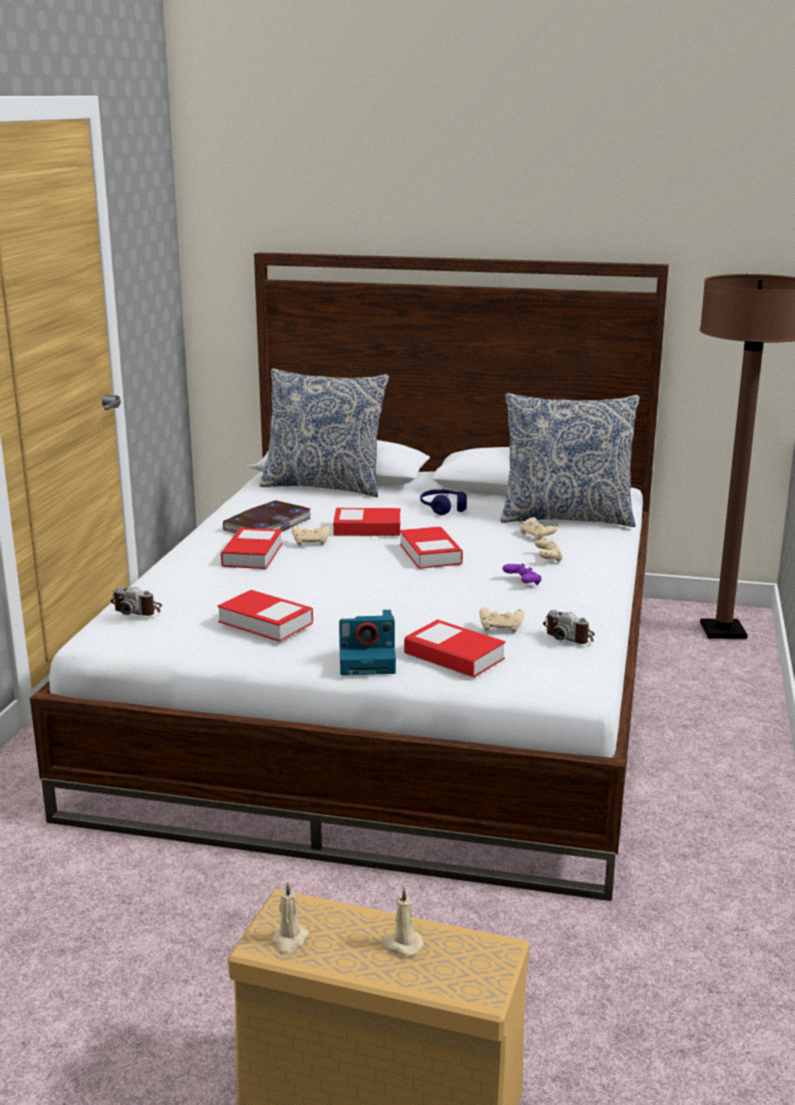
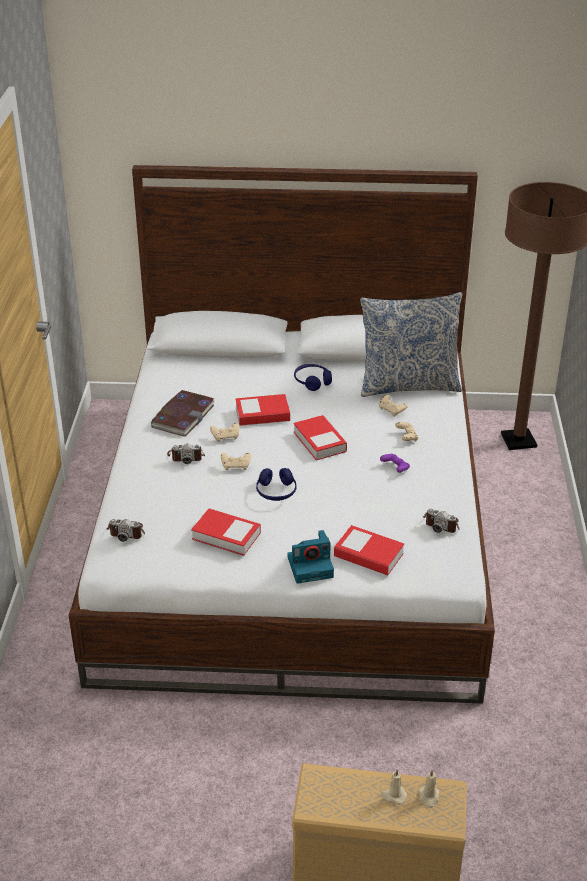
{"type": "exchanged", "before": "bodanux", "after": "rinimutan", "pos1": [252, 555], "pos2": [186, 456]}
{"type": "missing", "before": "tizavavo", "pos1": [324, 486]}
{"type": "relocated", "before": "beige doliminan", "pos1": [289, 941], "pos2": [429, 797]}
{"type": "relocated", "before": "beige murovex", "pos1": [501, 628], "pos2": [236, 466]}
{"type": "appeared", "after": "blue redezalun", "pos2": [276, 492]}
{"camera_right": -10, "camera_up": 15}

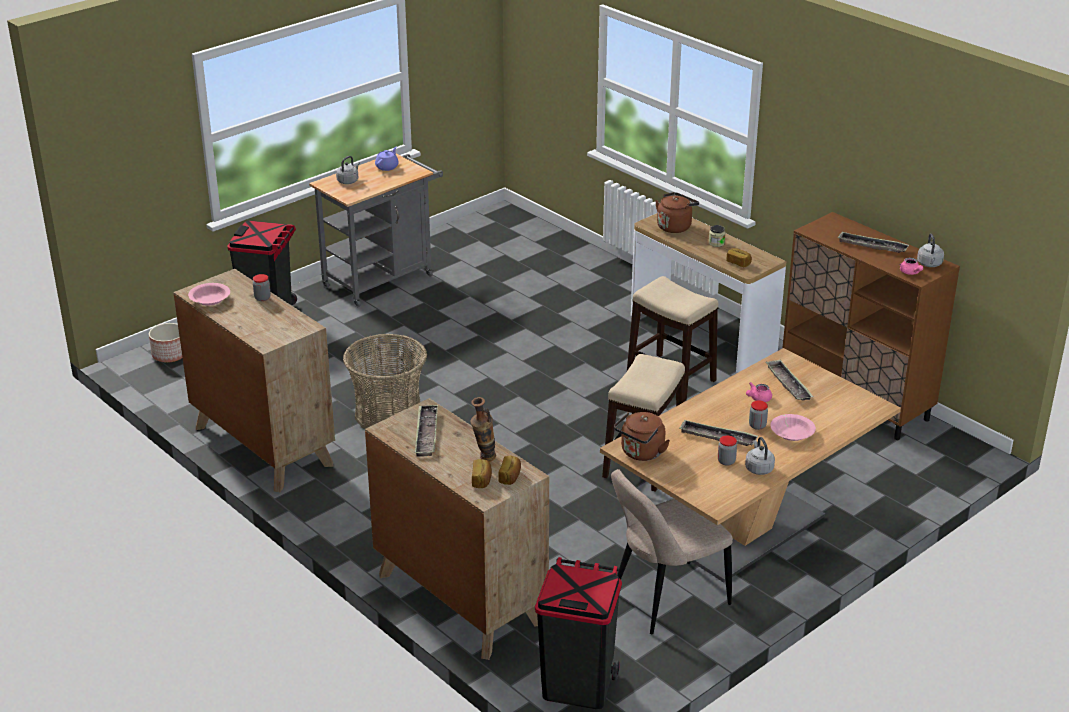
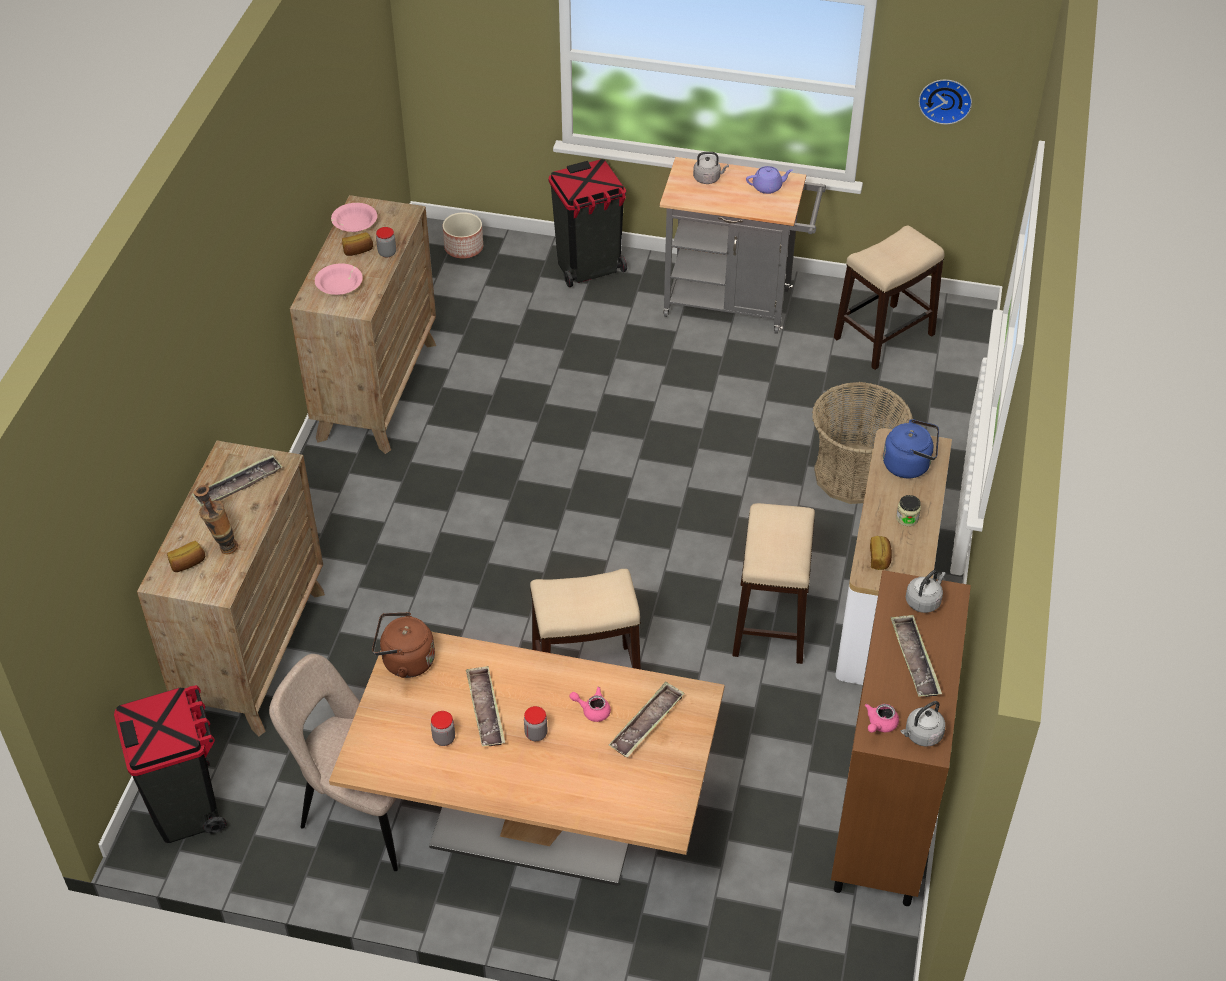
{"type": "relocated", "before": "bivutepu", "pos1": [388, 414], "pos2": [854, 474]}
{"type": "relocated", "before": "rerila", "pos1": [510, 477], "pos2": [358, 251]}
{"type": "colour", "before": "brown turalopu", "after": "blue turalopu", "pos1": [675, 226], "pos2": [909, 465]}
{"type": "relocated", "before": "grey turalopu", "pos1": [758, 468], "pos2": [924, 601]}
{"type": "relocated", "before": "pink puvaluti", "pos1": [792, 433], "pos2": [339, 285]}
{"type": "appeared", "after": "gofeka", "pos2": [884, 336]}
{"type": "appeared", "after": "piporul", "pos2": [945, 99]}
{"camera_right": 55, "camera_up": 15}

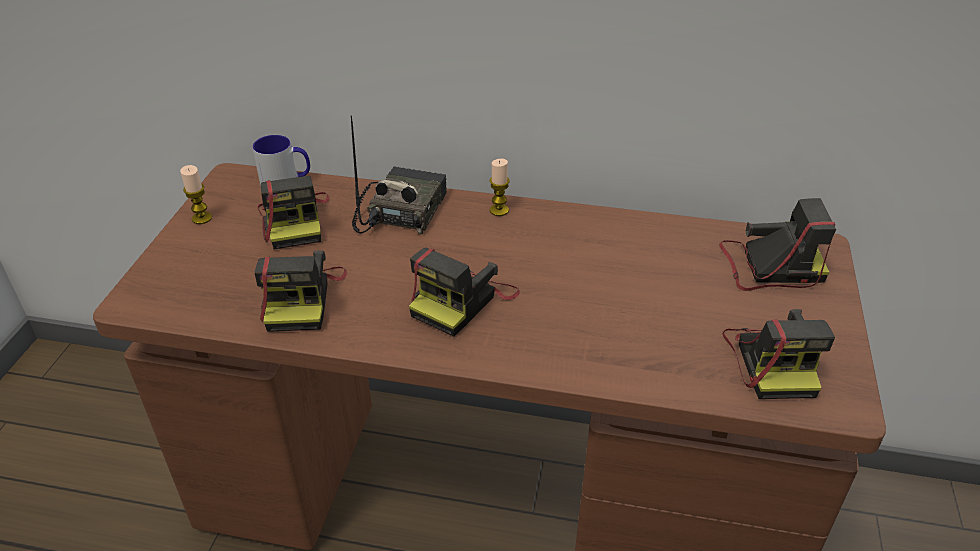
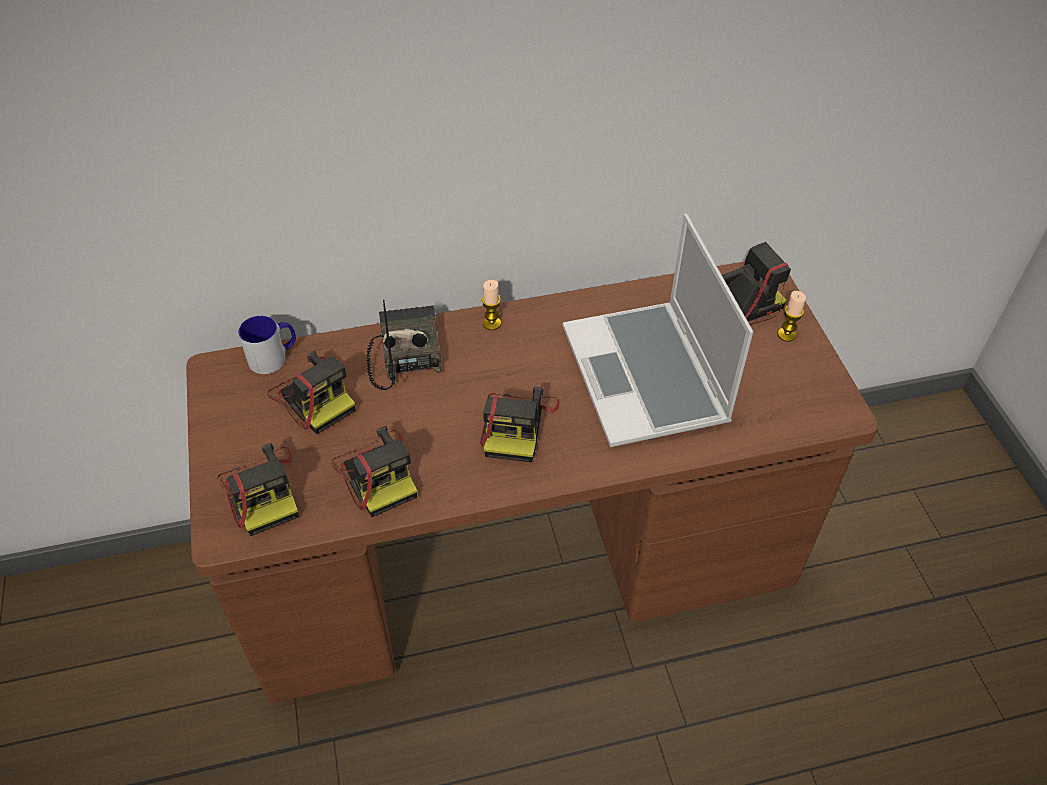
{"type": "relocated", "before": "doliminan", "pos1": [202, 218], "pos2": [786, 335]}
{"type": "relocated", "before": "rinimutan", "pos1": [773, 360], "pos2": [263, 491]}
{"type": "appeared", "after": "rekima", "pos2": [647, 377]}
{"camera_right": -25, "camera_up": 10}

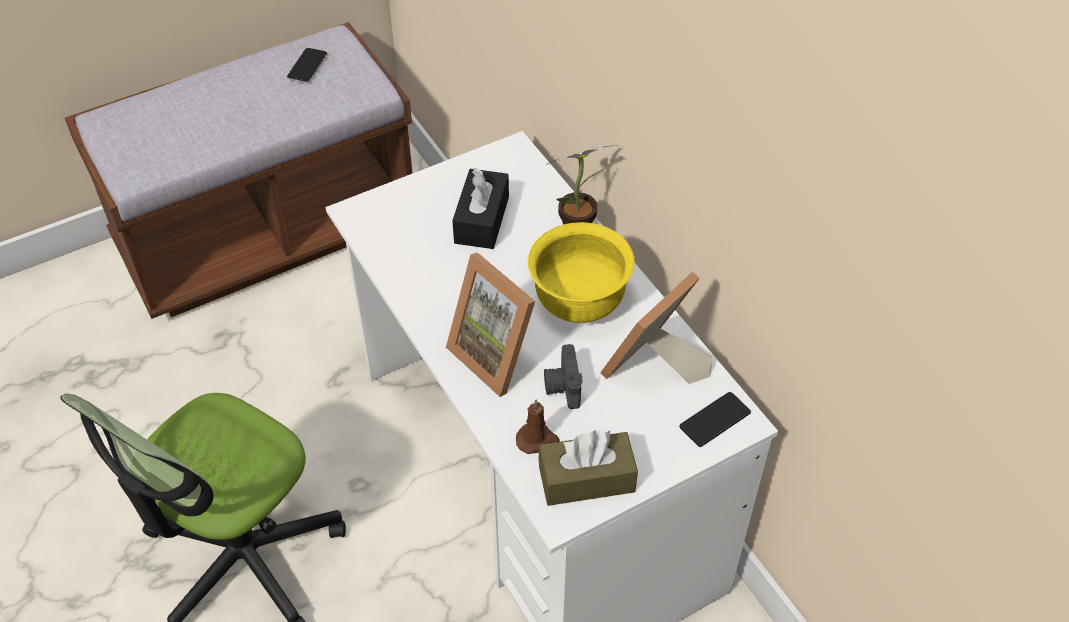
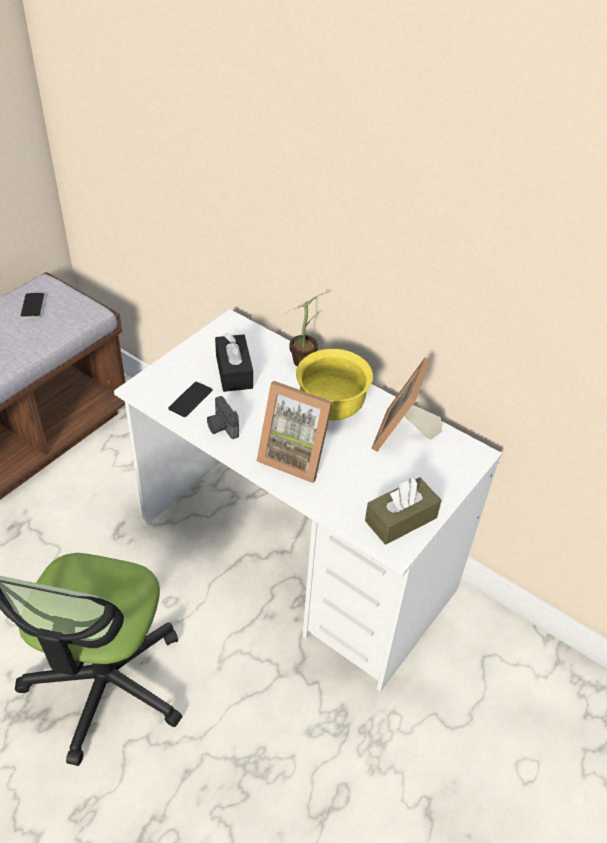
{"type": "missing", "before": "brown doliminan", "pos1": [537, 440]}
{"type": "relocated", "before": "rinimutan", "pos1": [562, 387], "pos2": [221, 427]}
{"type": "relocated", "before": "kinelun", "pos1": [715, 420], "pos2": [190, 400]}
{"camera_right": -25, "camera_up": -5}

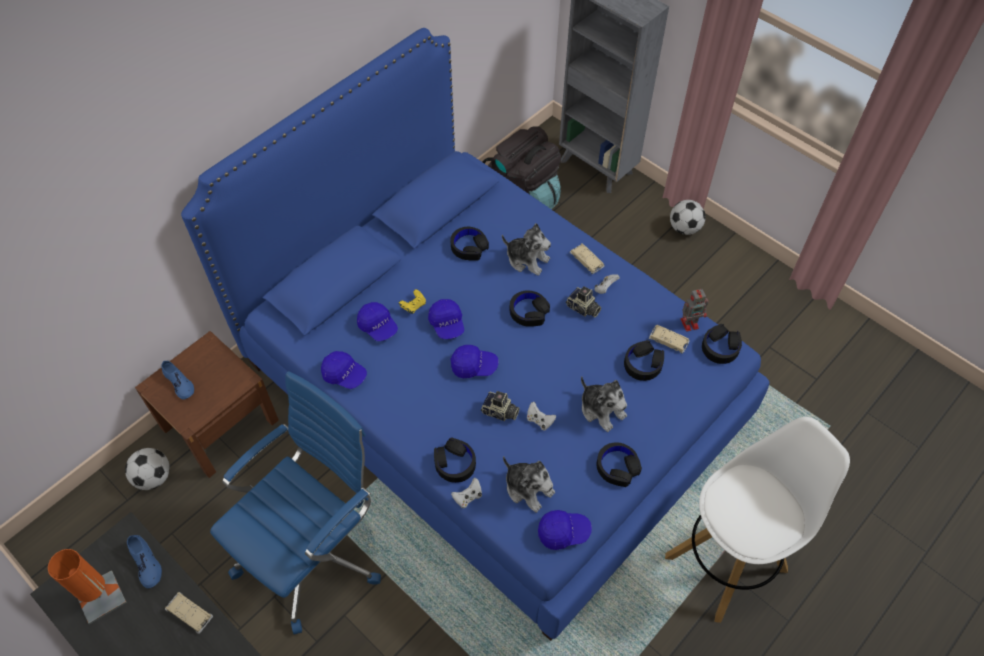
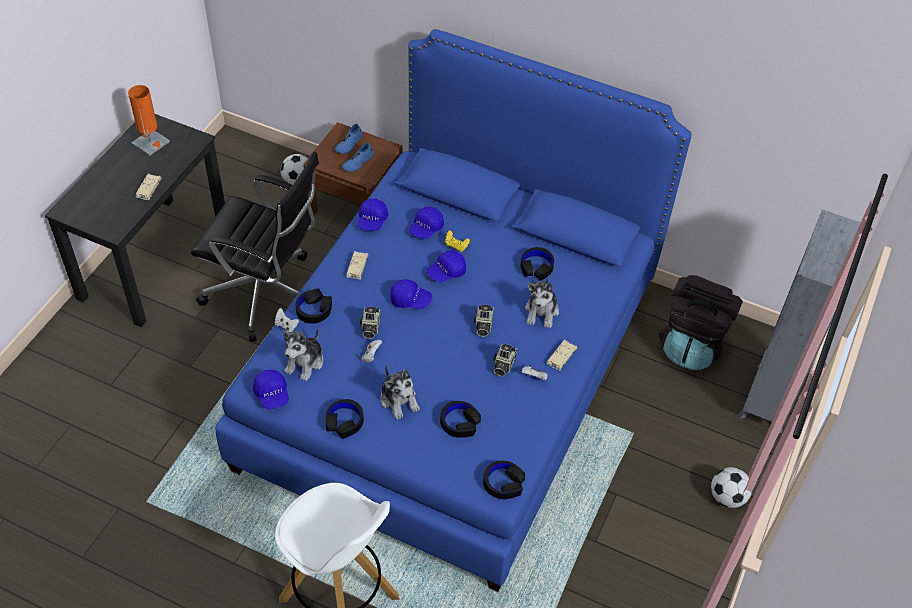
{"type": "relocated", "before": "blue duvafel", "pos1": [146, 563], "pos2": [357, 162]}
{"type": "colour", "before": "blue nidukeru", "after": "black nidukeru", "pos1": [314, 551], "pos2": [266, 294]}
{"type": "spun", "before": "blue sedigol", "pos1": [474, 366], "pos2": [410, 300], "turn": -60}
{"type": "exchanged", "before": "black redezalun", "after": "rinimutan", "pos1": [529, 312], "pos2": [483, 325]}
{"type": "spun", "before": "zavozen", "pos1": [602, 409], "pos2": [399, 400], "turn": -60}
{"type": "relocated", "before": "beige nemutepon", "pos1": [668, 340], "pos2": [357, 267]}
{"type": "missing", "before": "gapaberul", "pos1": [690, 323]}
{"camera_right": 70, "camera_up": -5}

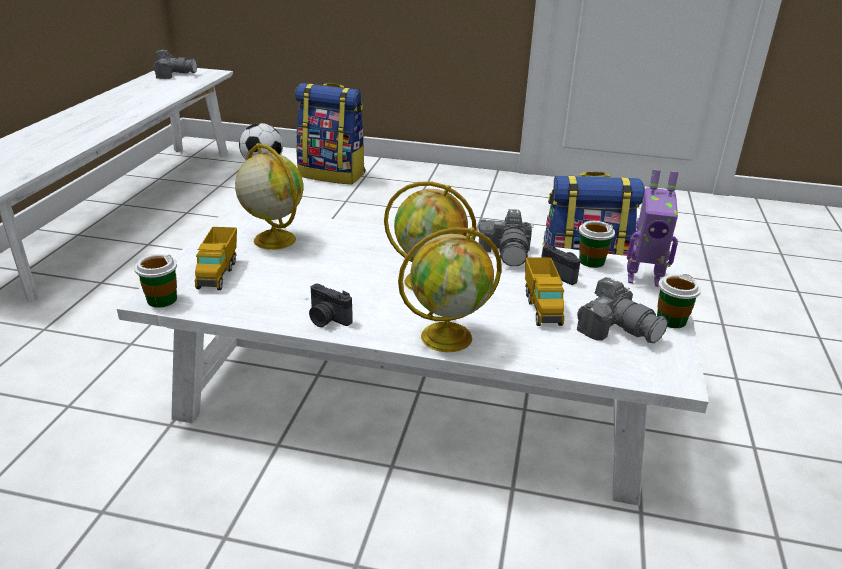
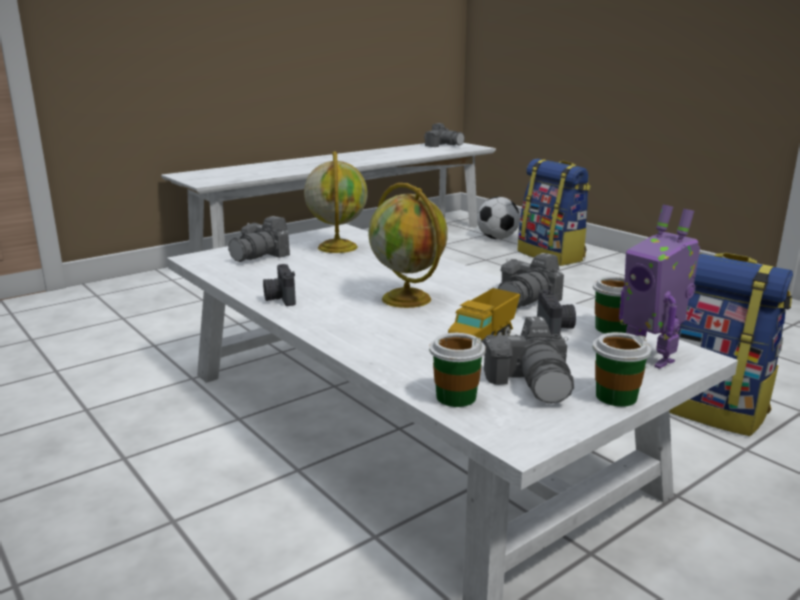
{"type": "relocated", "before": "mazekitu", "pos1": [161, 300], "pos2": [455, 397]}
{"type": "exchanged", "before": "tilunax", "after": "rinimutan", "pos1": [218, 273], "pos2": [261, 255]}
{"type": "missing", "before": "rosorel", "pos1": [448, 336]}
{"camera_right": 40, "camera_up": -10}

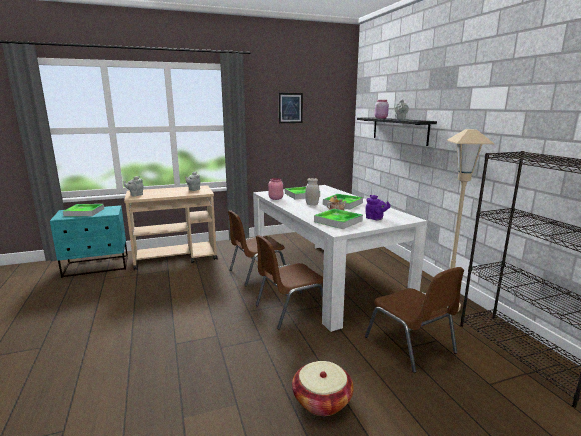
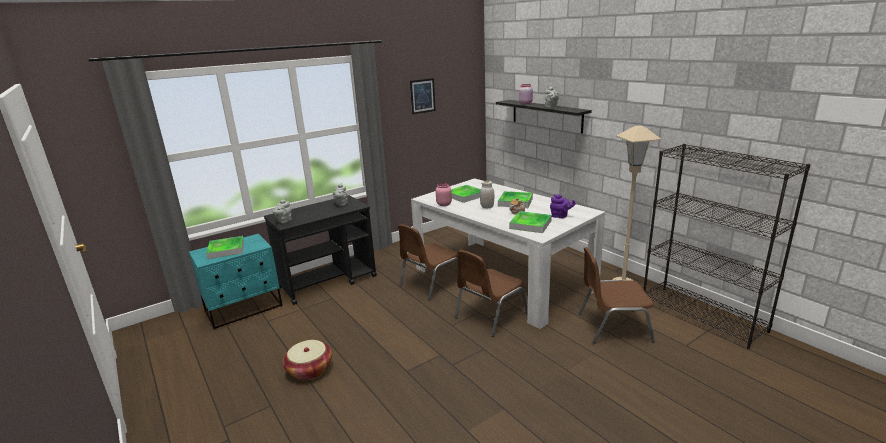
{"type": "colour", "before": "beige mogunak", "after": "black mogunak", "pos1": [176, 257], "pos2": [328, 281]}
{"type": "relocated", "before": "bivutepu", "pos1": [322, 400], "pos2": [309, 370]}
{"type": "spun", "before": "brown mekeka", "pos1": [411, 345], "pos2": [612, 327], "turn": 135}
{"camera_right": -15, "camera_up": 5}

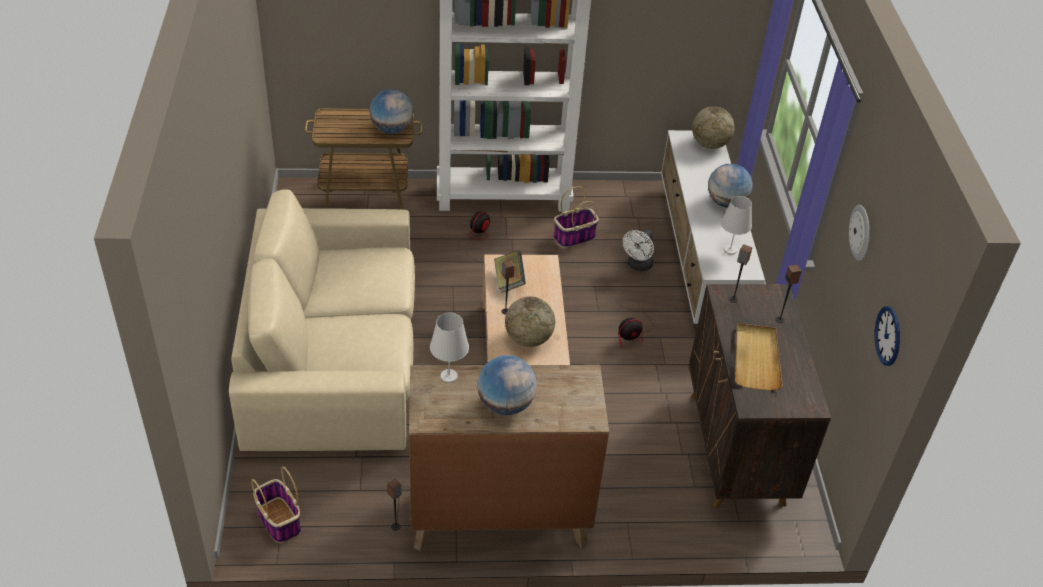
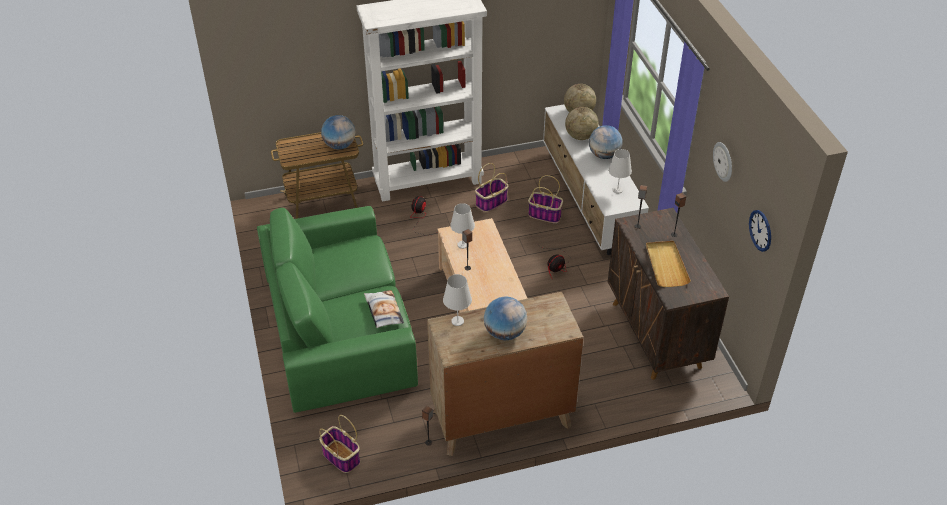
{"type": "colour", "before": "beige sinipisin", "after": "green sinipisin", "pos1": [334, 355], "pos2": [339, 328]}
{"type": "exchanged", "before": "bodanux", "after": "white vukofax", "pos1": [509, 281], "pos2": [462, 244]}
{"type": "relocated", "before": "rosorel", "pos1": [528, 339], "pos2": [580, 136]}
{"type": "exchanged", "before": "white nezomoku", "after": "bivutepu", "pos1": [638, 265], "pos2": [545, 215]}
{"type": "appeared", "after": "tizavavo", "pos2": [383, 311]}
{"camera_right": -10, "camera_up": 0}

